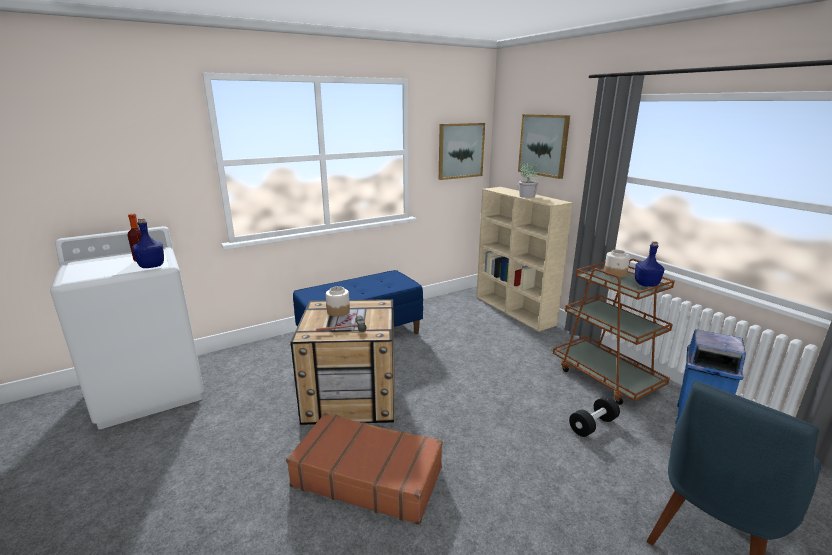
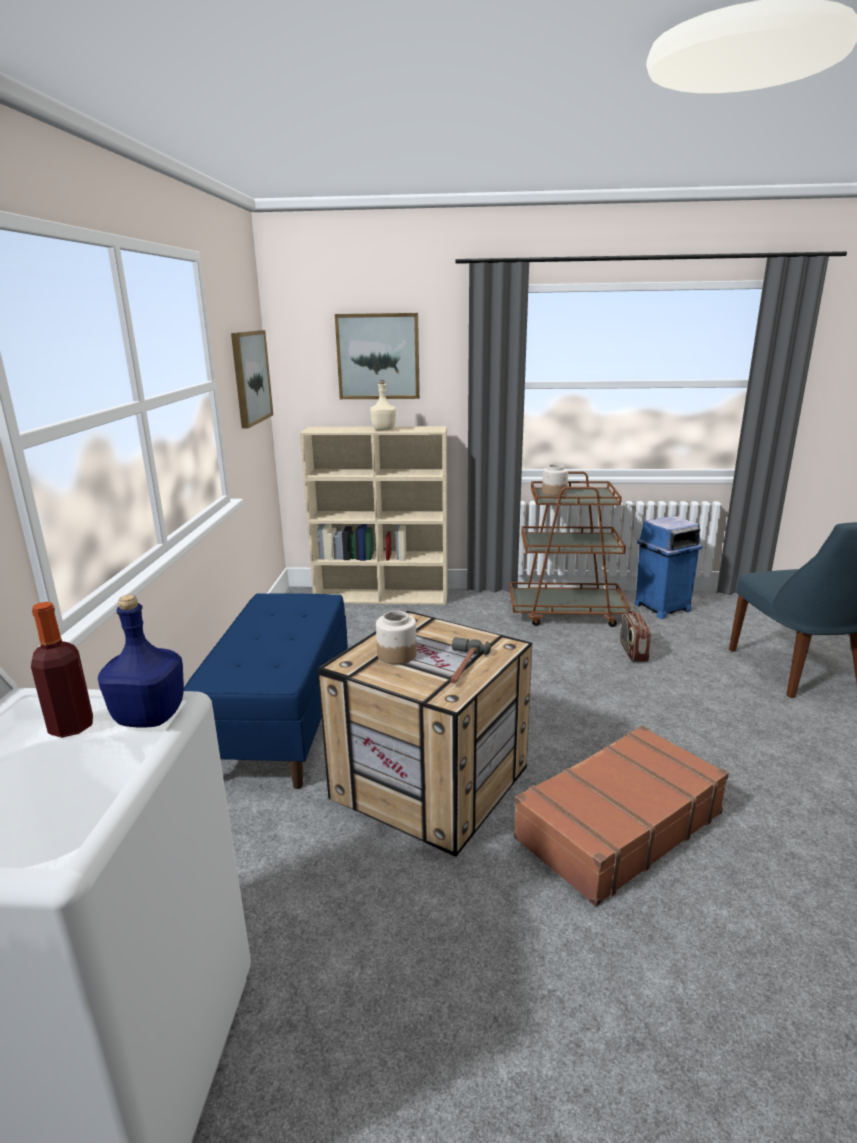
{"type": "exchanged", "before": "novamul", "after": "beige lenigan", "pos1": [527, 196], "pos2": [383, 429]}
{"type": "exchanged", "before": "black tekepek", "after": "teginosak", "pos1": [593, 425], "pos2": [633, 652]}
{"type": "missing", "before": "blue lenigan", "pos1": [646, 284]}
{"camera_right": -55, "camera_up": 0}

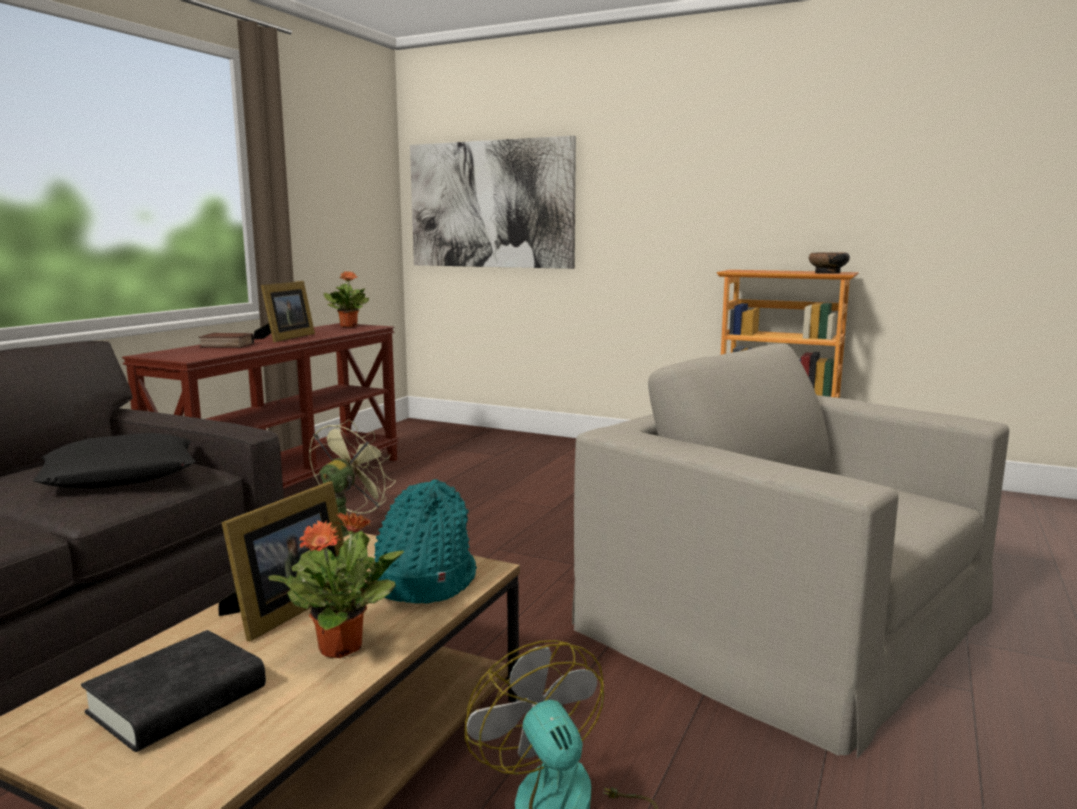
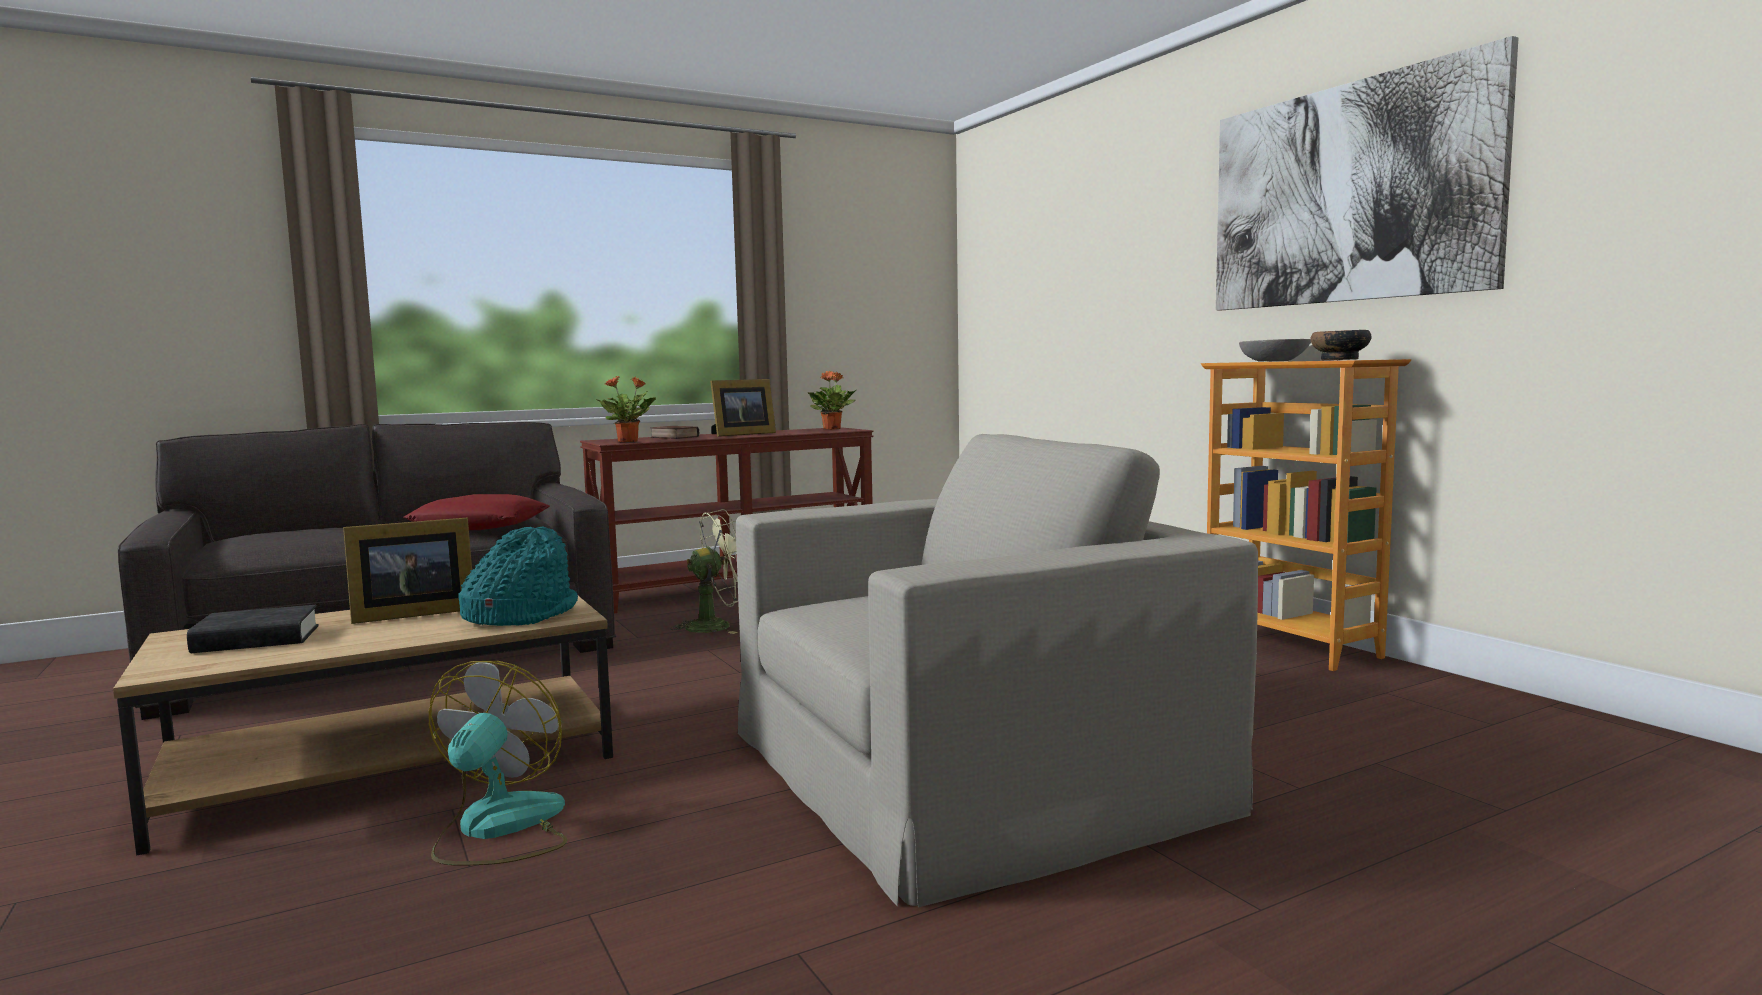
{"type": "colour", "before": "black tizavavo", "after": "red tizavavo", "pos1": [121, 475], "pos2": [479, 525]}
{"type": "relocated", "before": "novamul", "pos1": [342, 647], "pos2": [629, 441]}
{"type": "relocated", "before": "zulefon", "pos1": [491, 204], "pos2": [1347, 194]}
{"type": "spun", "before": "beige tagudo", "pos1": [784, 617], "pos2": [969, 767], "turn": 75}
{"type": "appeared", "after": "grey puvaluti", "pos2": [1274, 361]}
{"camera_right": 35, "camera_up": -5}

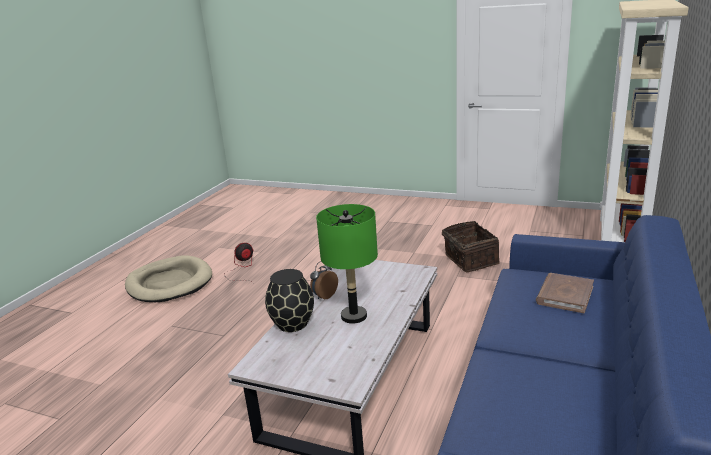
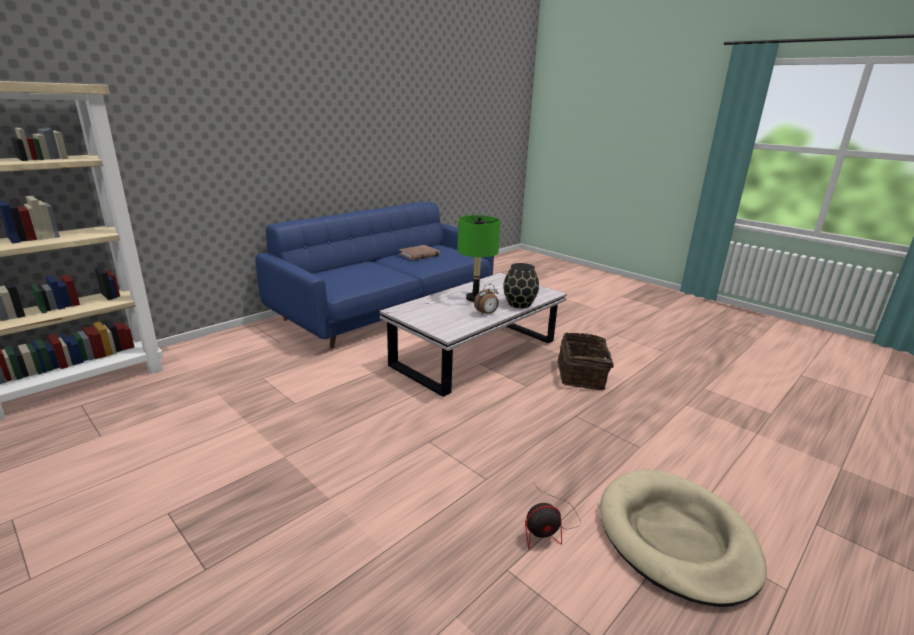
{"type": "relocated", "before": "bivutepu", "pos1": [469, 260], "pos2": [582, 375]}
{"type": "relocated", "before": "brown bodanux", "pos1": [564, 295], "pos2": [419, 255]}
{"camera_right": -160, "camera_up": 0}

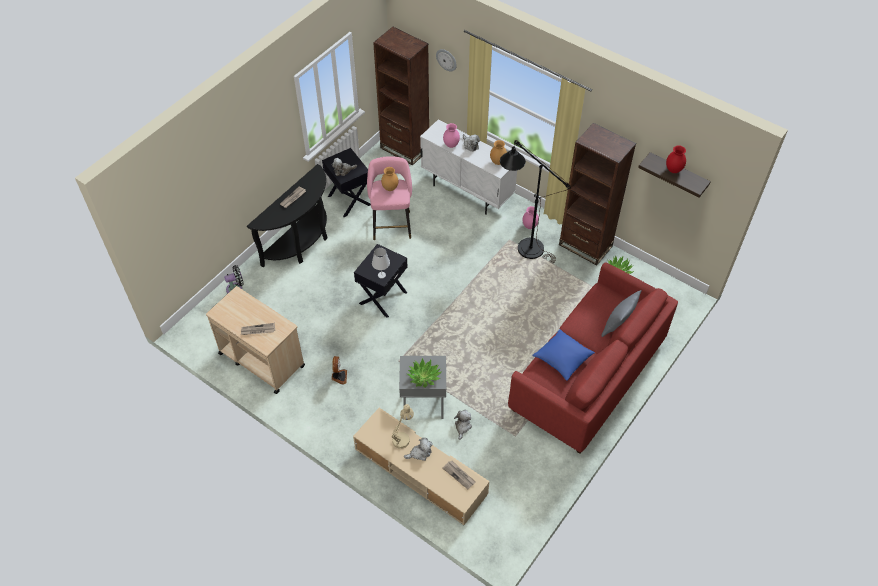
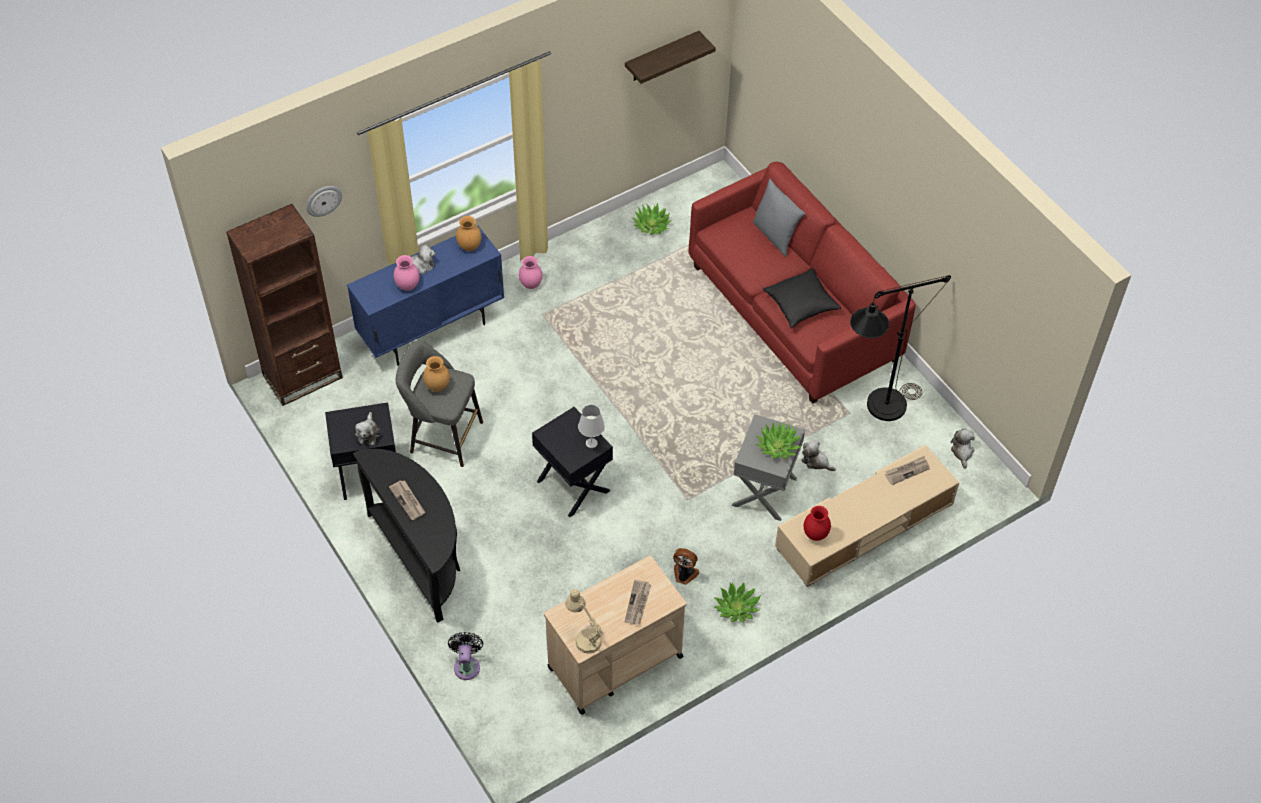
{"type": "colour", "before": "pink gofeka", "after": "grey gofeka", "pos1": [391, 223], "pos2": [442, 436]}
{"type": "relocated", "before": "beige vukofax", "pos1": [403, 437], "pos2": [584, 637]}
{"type": "relocated", "before": "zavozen", "pos1": [420, 453], "pos2": [962, 452]}
{"type": "colour", "before": "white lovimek", "after": "blue lovimek", "pos1": [467, 192], "pos2": [432, 331]}
{"type": "relocated", "before": "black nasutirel", "pos1": [524, 245], "pos2": [877, 410]}
{"type": "colour", "before": "blue tizavavo", "after": "black tizavavo", "pos1": [562, 358], "pos2": [801, 304]}
{"type": "missing", "before": "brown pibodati", "pos1": [585, 245]}
{"type": "relocated", "before": "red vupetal", "pos1": [673, 170], "pos2": [815, 535]}
{"type": "appeared", "after": "novamul", "pos2": [736, 607]}
{"camera_right": -70, "camera_up": 0}

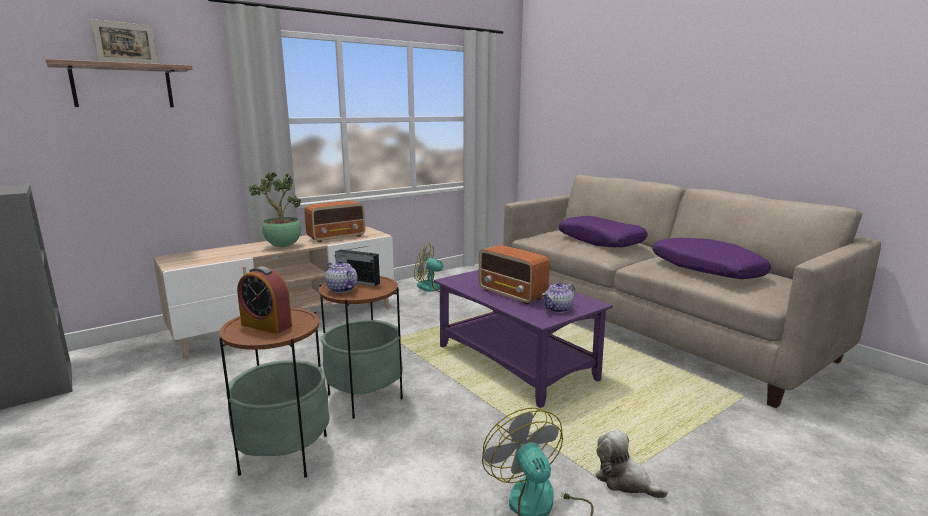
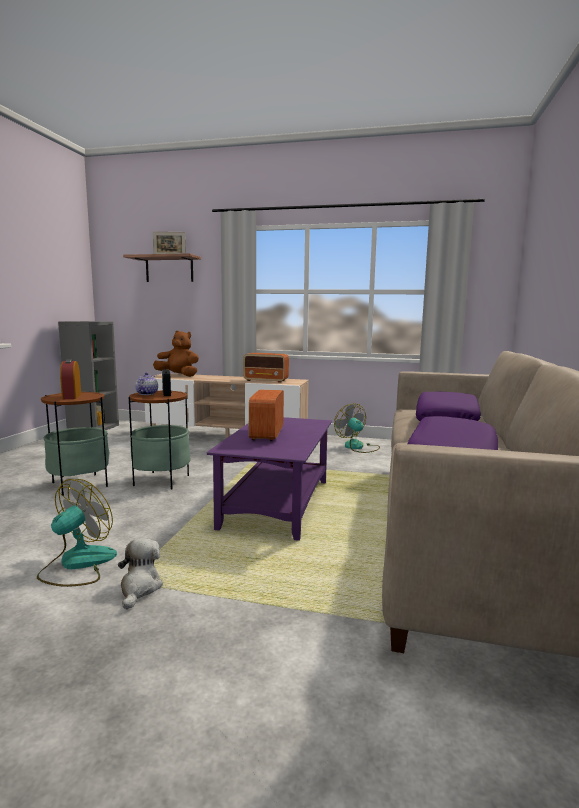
{"type": "missing", "before": "novamul", "pos1": [282, 246]}
{"type": "missing", "before": "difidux", "pos1": [558, 309]}
{"type": "appeared", "after": "brown zavozen", "pos2": [178, 375]}
{"camera_right": 50, "camera_up": -5}

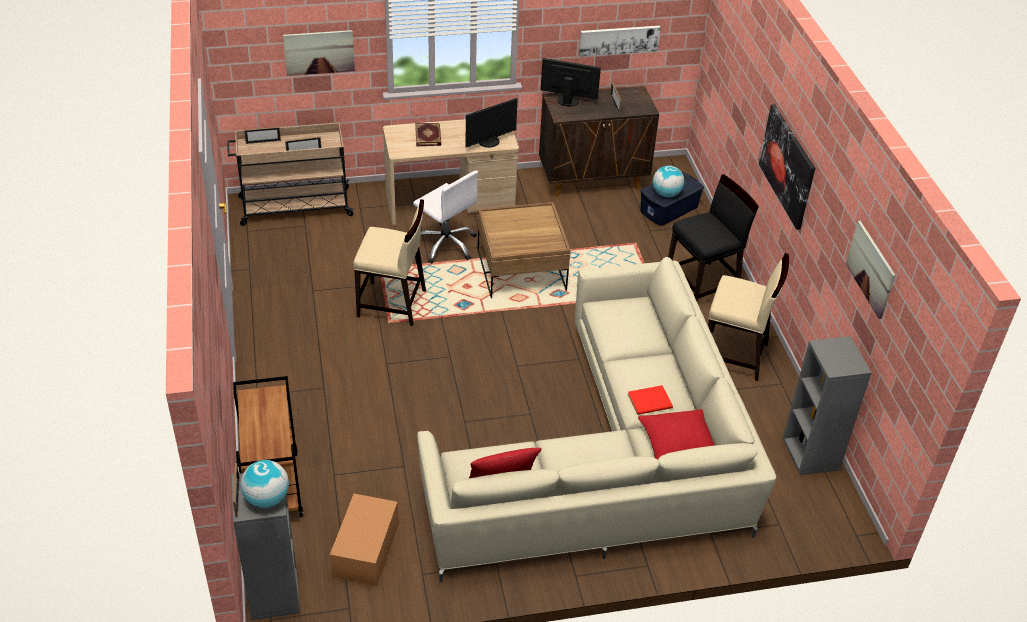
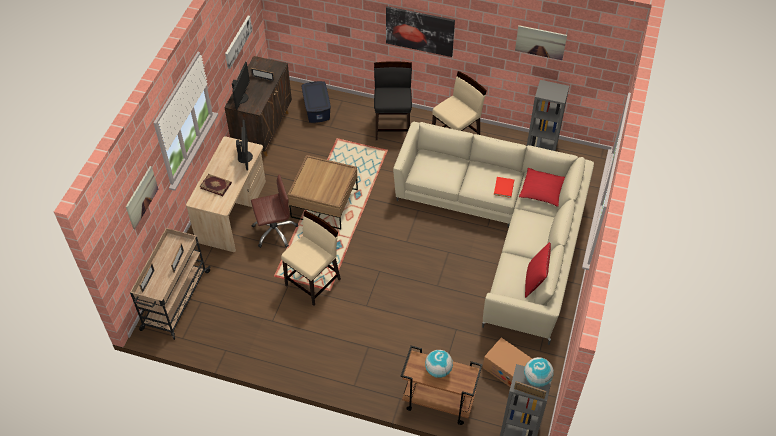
{"type": "colour", "before": "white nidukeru", "after": "brown nidukeru", "pos1": [446, 244], "pos2": [274, 231]}
{"type": "spun", "before": "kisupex", "pos1": [568, 100], "pos2": [241, 98], "turn": 150}
{"type": "relocated", "before": "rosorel", "pos1": [666, 194], "pos2": [438, 370]}
{"camera_right": -60, "camera_up": 10}

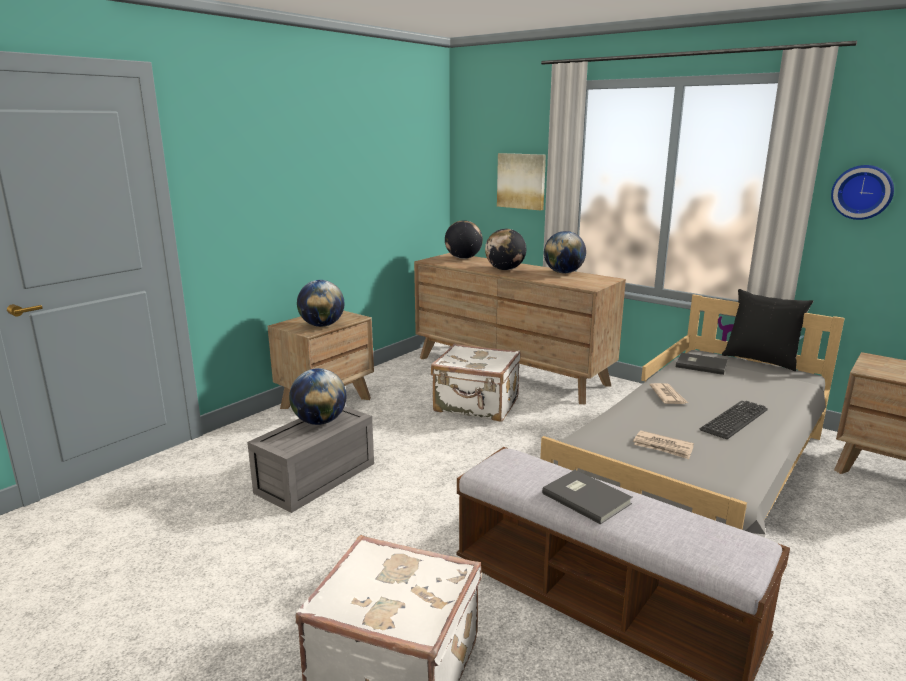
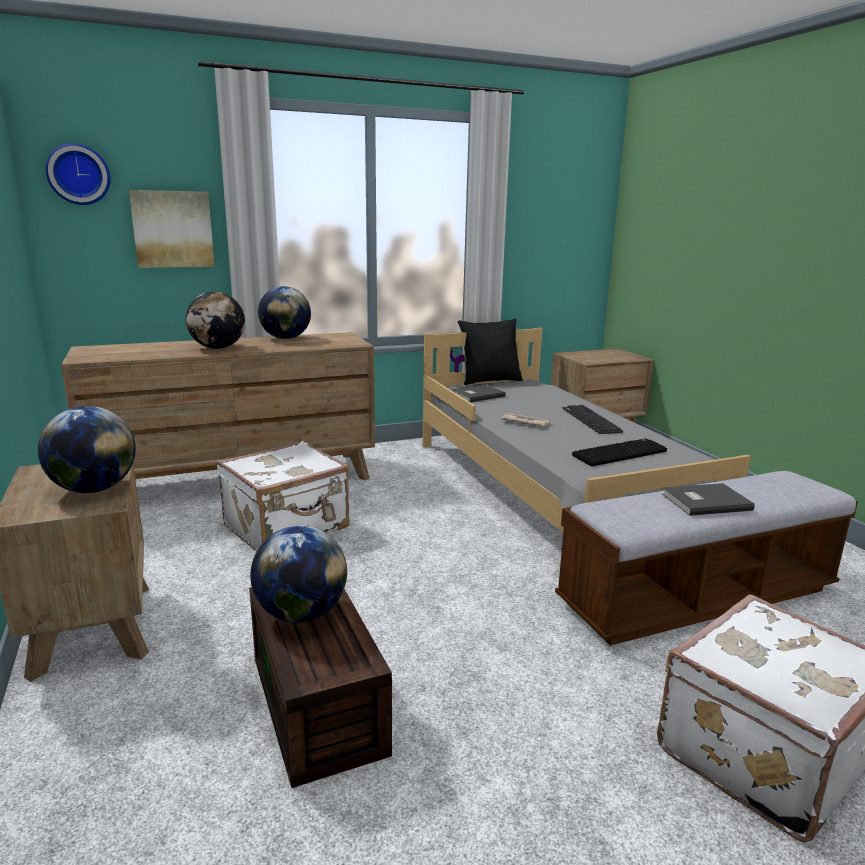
{"type": "colour", "before": "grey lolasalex", "after": "brown lolasalex", "pos1": [316, 479], "pos2": [320, 705]}
{"type": "missing", "before": "rosorel", "pos1": [463, 258]}
{"type": "exchanged", "before": "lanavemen", "after": "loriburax", "pos1": [663, 447], "pos2": [619, 453]}
{"type": "relocated", "before": "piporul", "pos1": [862, 192], "pos2": [79, 174]}
{"camera_right": -60, "camera_up": 0}

